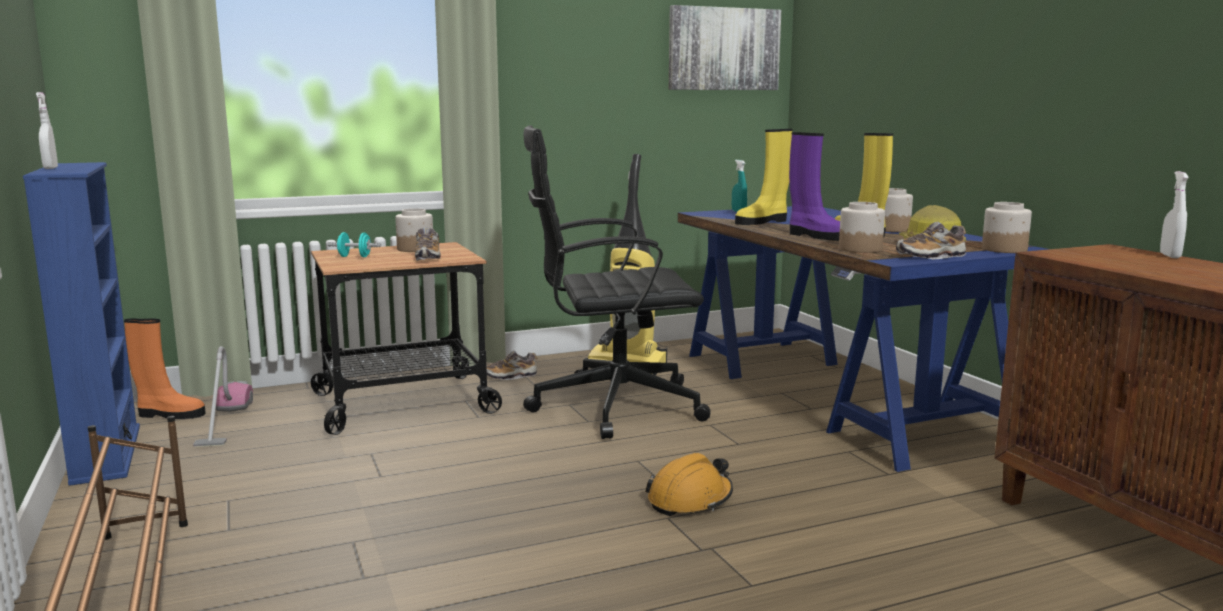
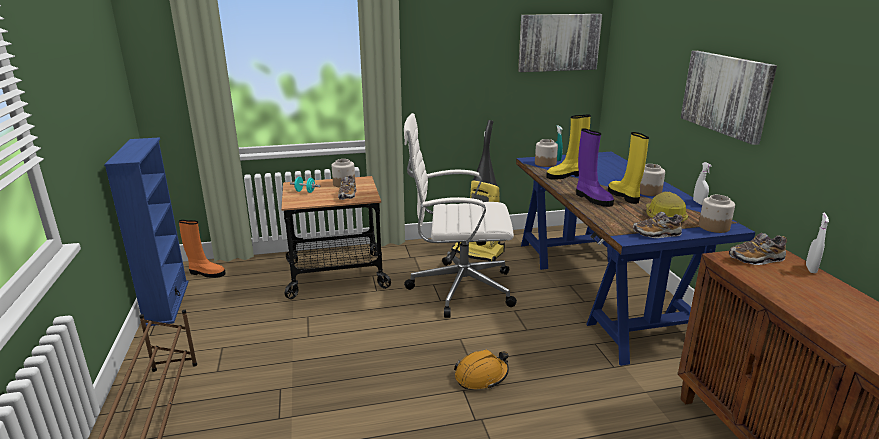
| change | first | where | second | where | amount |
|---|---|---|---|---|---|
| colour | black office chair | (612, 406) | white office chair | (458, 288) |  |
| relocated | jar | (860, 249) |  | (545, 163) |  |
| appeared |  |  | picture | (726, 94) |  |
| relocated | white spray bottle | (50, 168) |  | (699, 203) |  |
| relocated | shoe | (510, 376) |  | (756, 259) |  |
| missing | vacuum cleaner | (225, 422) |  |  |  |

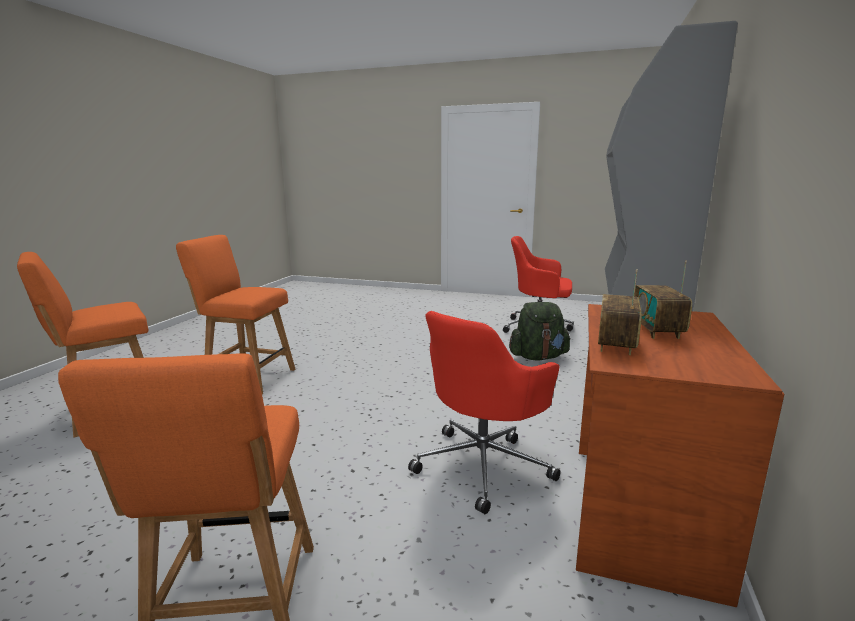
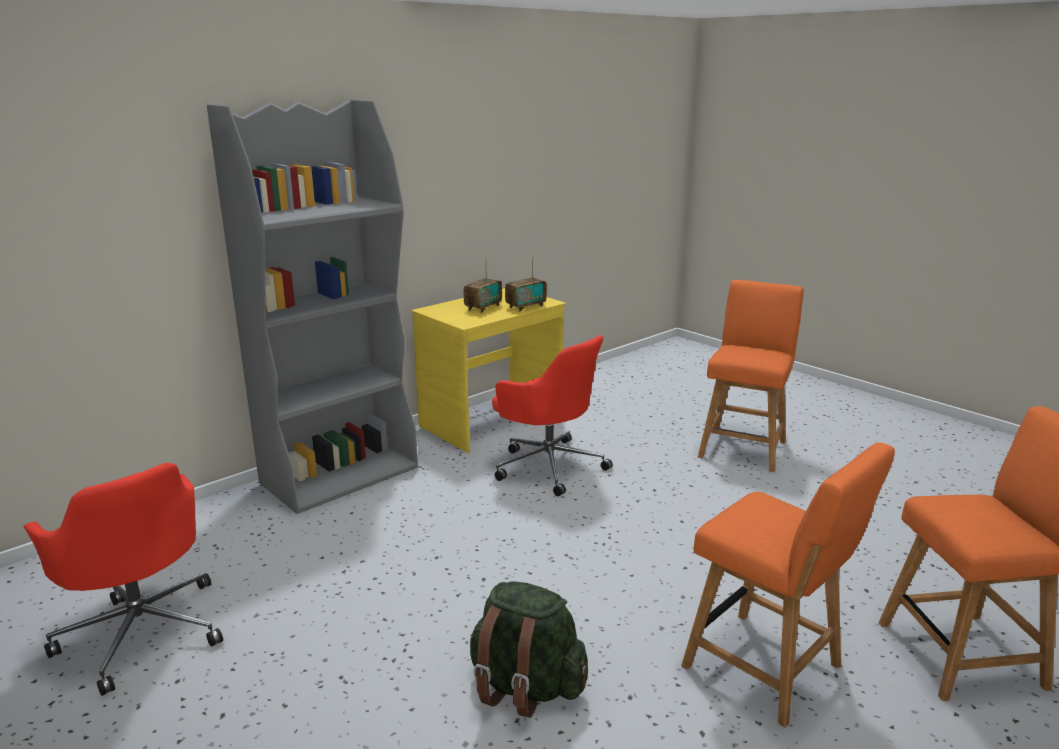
| change | first | where | second | where | amount |
|---|---|---|---|---|---|
| colour | brown desk | (637, 512) | yellow desk | (492, 422) |  |
| relocated | green backpack | (538, 357) |  | (525, 687) |  |
| spun | red office chair | (484, 464) |  | (548, 465) | 60 degrees clockwise |

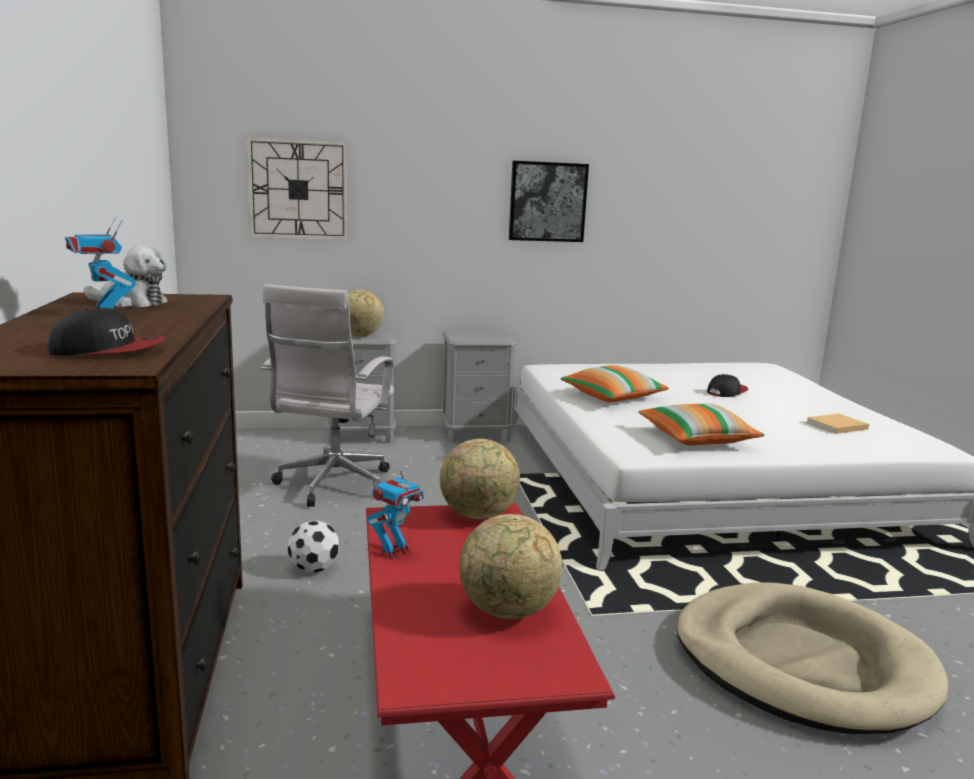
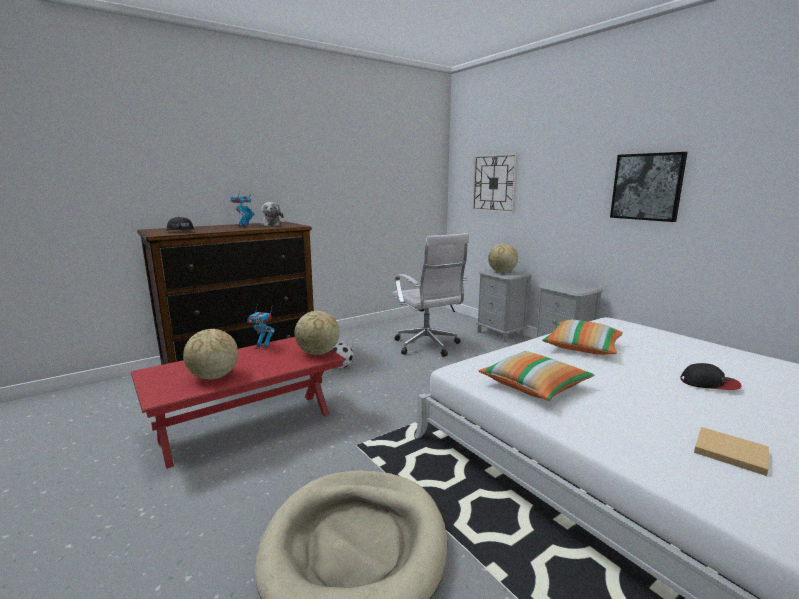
| change | first | where | second | where | amount |
|---|---|---|---|---|---|
| spun | white office chair | (332, 486) |  | (428, 346) | 105 degrees counterclockwise |

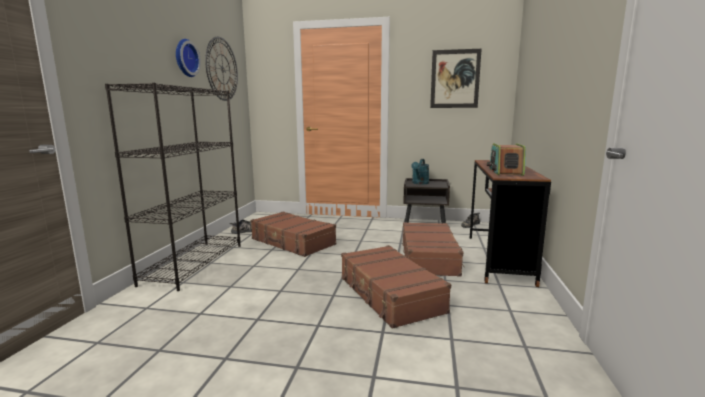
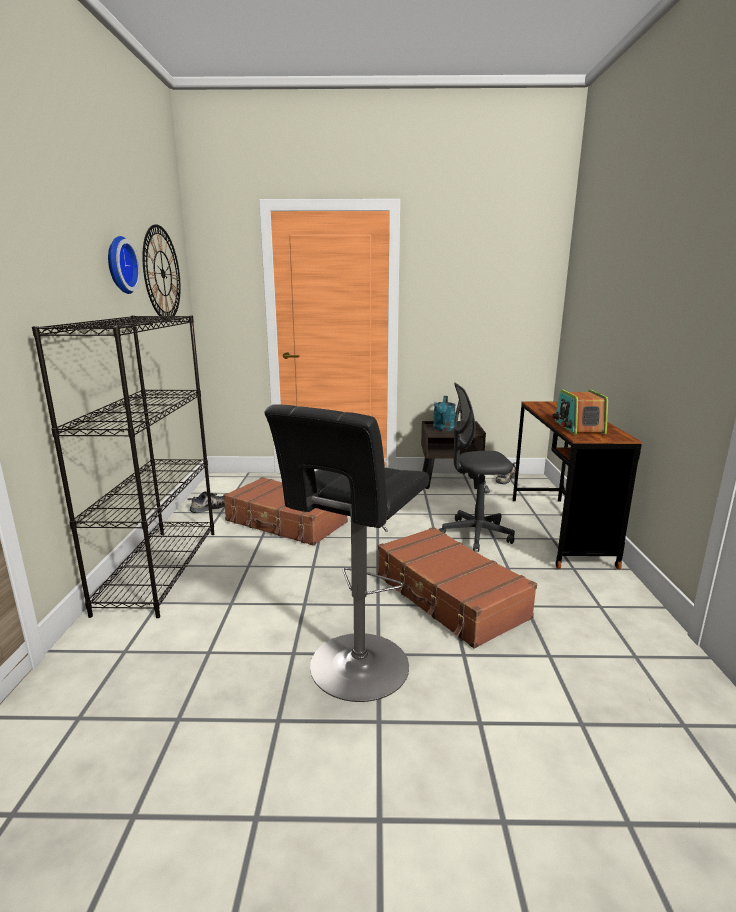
| change | first | where | second | where | amount |
|---|---|---|---|---|---|
| appeared |  |  | black stool | (356, 670) |  |
| exchanged | brown suitcase | (429, 257) | grey office chair | (475, 534) |  |
| missing | picture | (455, 79) |  |  |  |

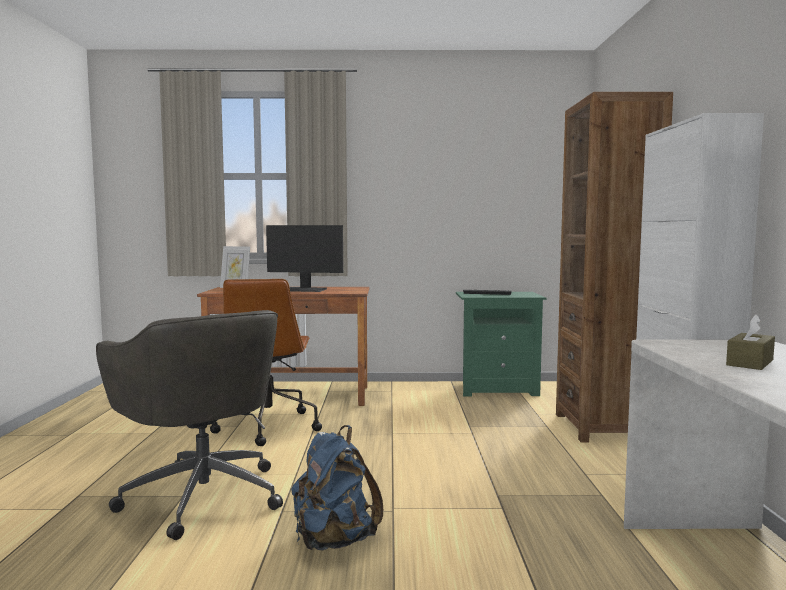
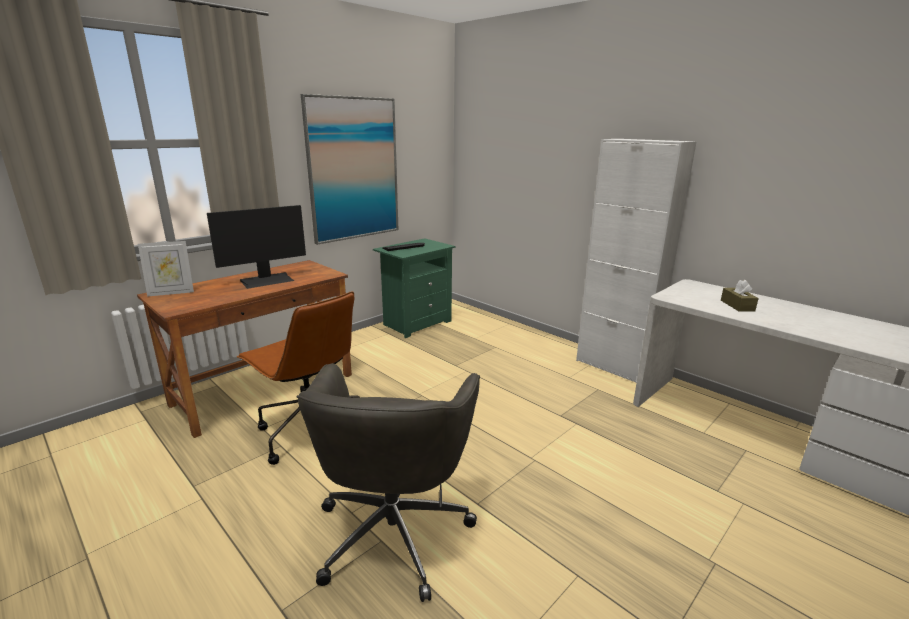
| change | first | where | second | where | amount |
|---|---|---|---|---|---|
| spun | grey office chair | (202, 495) |  | (394, 529) | 90 degrees clockwise |
| appeared |  |  | picture | (353, 169) |  |
| missing | blue backpack | (333, 540) |  |  |  |
| missing | brown bookcase | (602, 427) |  |  |  |

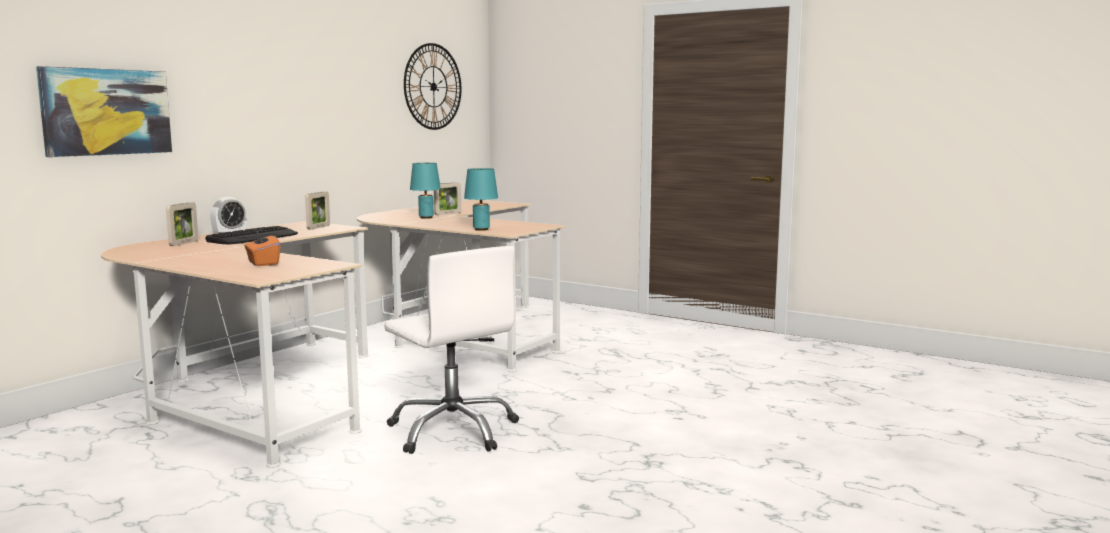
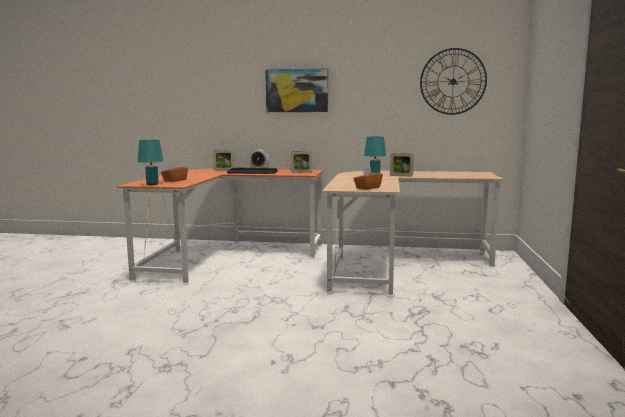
| change | first | where | second | where | amount |
|---|---|---|---|---|---|
| colour | beige desk | (252, 395) | orange desk | (226, 255) |  |
| relocated | turquoise table lamp | (482, 229) |  | (152, 184) |  |
| relocated | picture | (106, 112) |  | (297, 90) |  |
| appeared |  |  | orange tissue box | (367, 188) |  |
| missing | white office chair | (453, 430) |  |  |  |

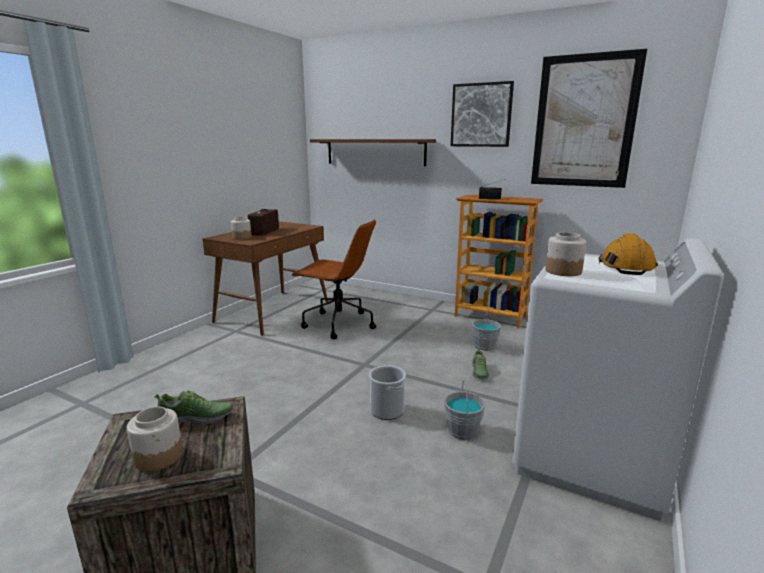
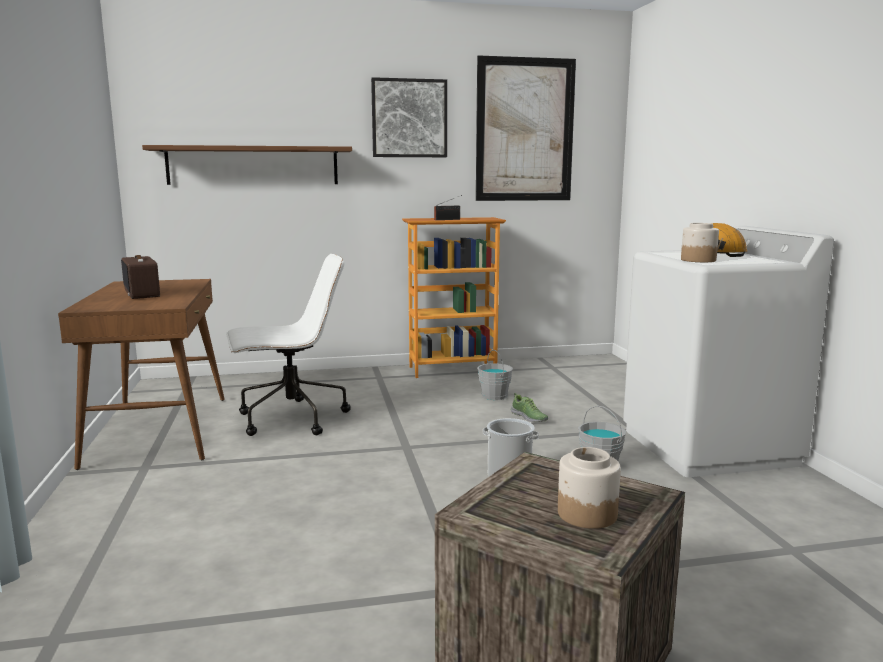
| change | first | where | second | where | amount |
|---|---|---|---|---|---|
| colour | brown office chair | (337, 324) | white office chair | (290, 419) |  |
| missing | shoe | (196, 418) |  |  |  |
| missing | jar | (242, 237) |  |  |  |

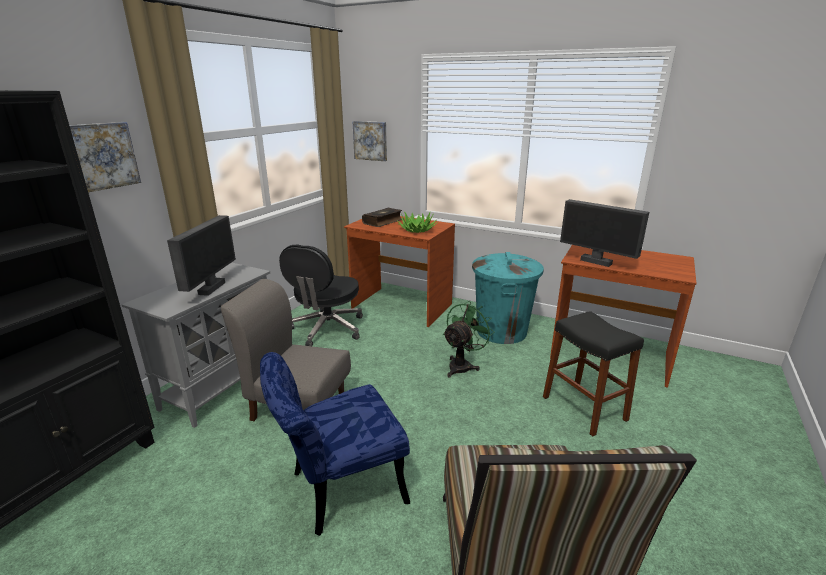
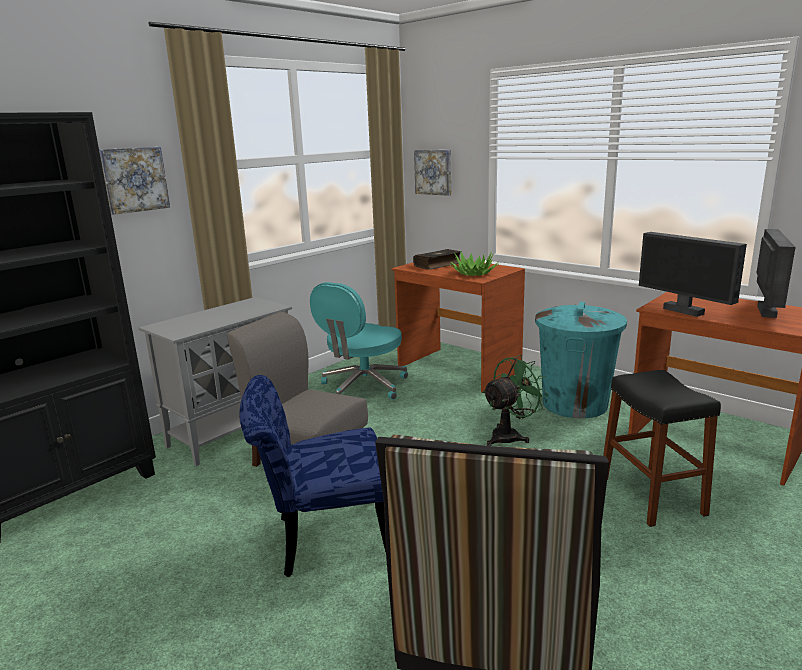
| change | first | where | second | where | amount |
|---|---|---|---|---|---|
| colour | black office chair | (327, 329) | turquoise office chair | (363, 386) |  |
| relocated | monitor | (210, 288) |  | (765, 311) |  |

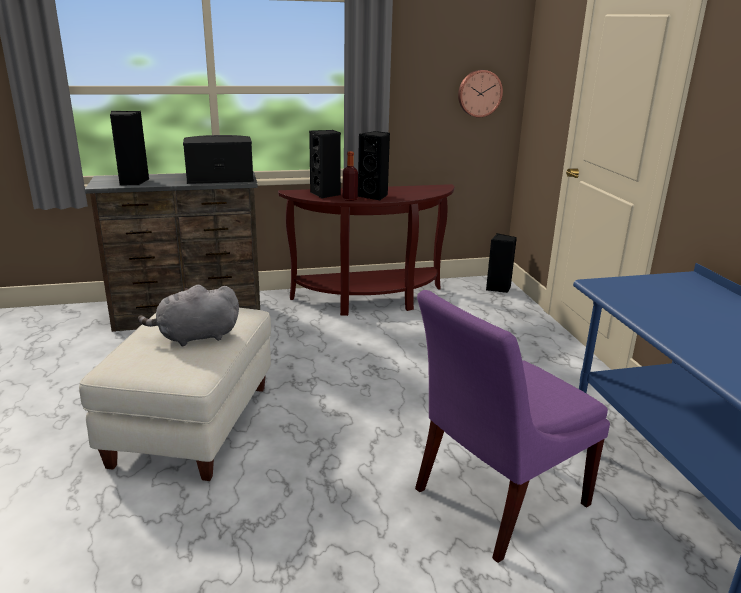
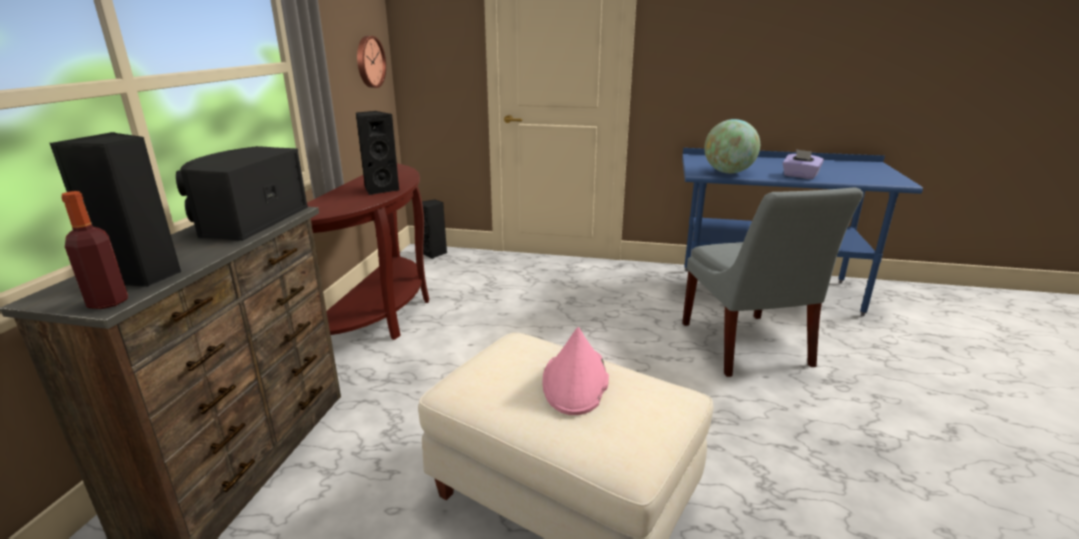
| change | first | where | second | where | amount |
|---|---|---|---|---|---|
| relocated | bottle | (350, 199) |  | (108, 302) |  |
| exchanged | grey plush toy | (195, 337) | pink hat | (575, 381) |  |
| colour | purple chair | (495, 499) | grey chair | (746, 347) |  |
| appeared |  |  | globe | (728, 172) |  |
| appeared |  |  | purple tissue box | (800, 176) |  |
| missing | black speaker | (326, 194) |  |  |  |

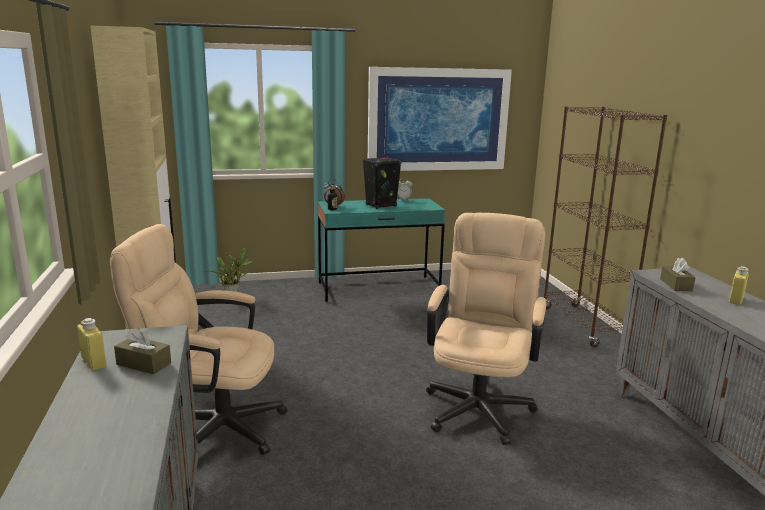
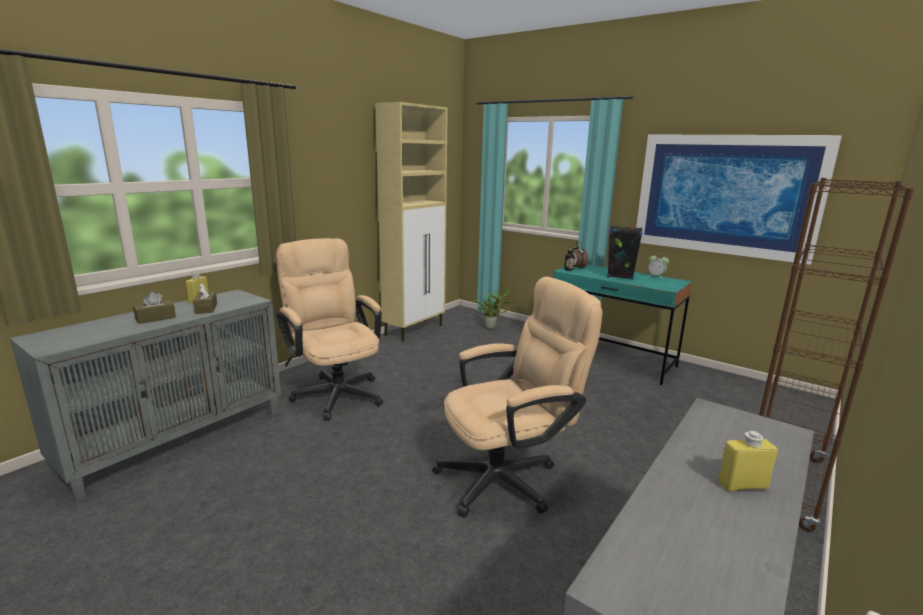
| change | first | where | second | where | amount |
|---|---|---|---|---|---|
| relocated | brown tissue box | (676, 285) |  | (155, 318) |  |

